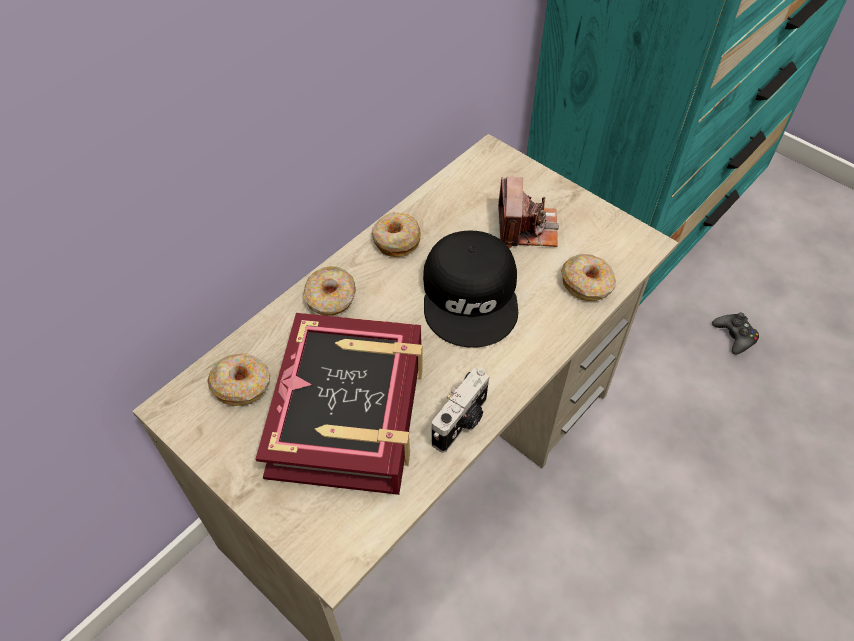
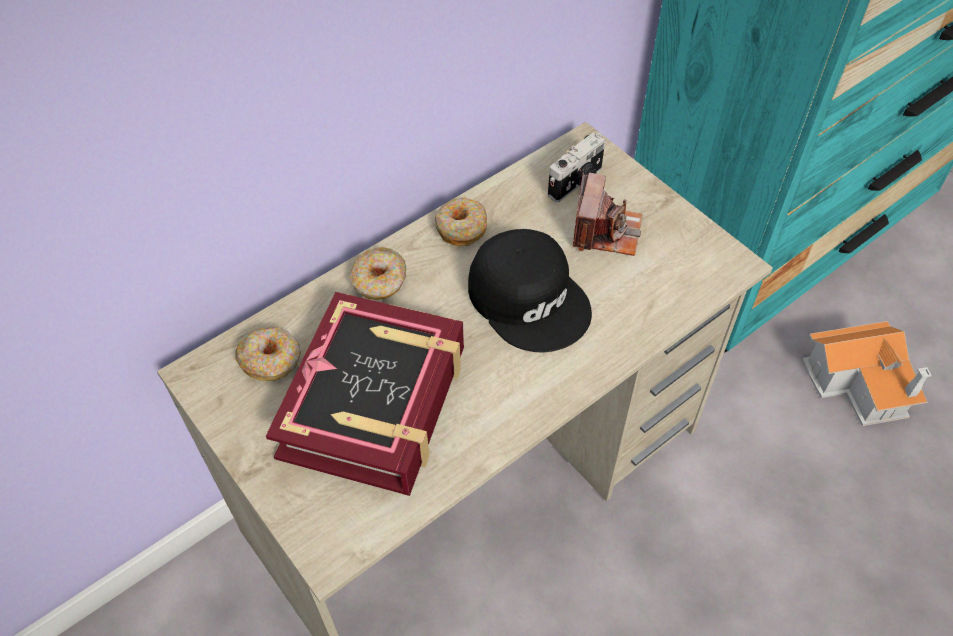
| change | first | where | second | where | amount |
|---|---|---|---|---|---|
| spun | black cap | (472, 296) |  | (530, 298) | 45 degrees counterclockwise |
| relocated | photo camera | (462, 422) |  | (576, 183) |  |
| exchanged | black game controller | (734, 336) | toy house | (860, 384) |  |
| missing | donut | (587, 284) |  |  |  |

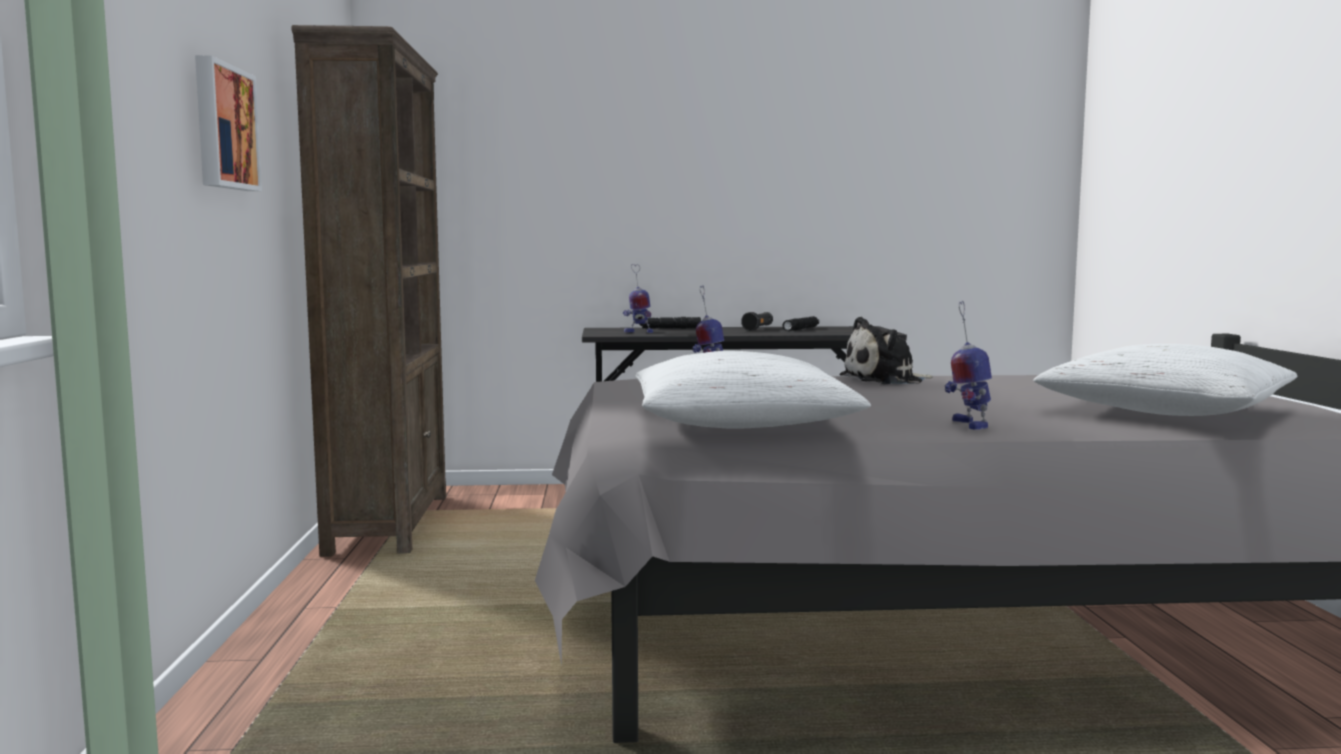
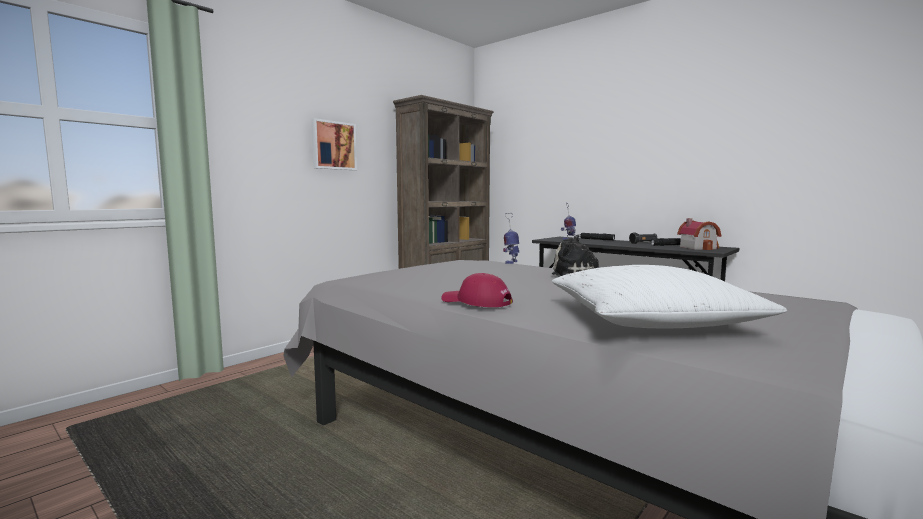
| change | first | where | second | where | amount |
|---|---|---|---|---|---|
| exchanged | toy robot | (968, 424) | red cap | (476, 302) |  |
| appeared |  |  | toy house | (699, 247) |  |
| missing | white pillow | (742, 424) |  |  |  |

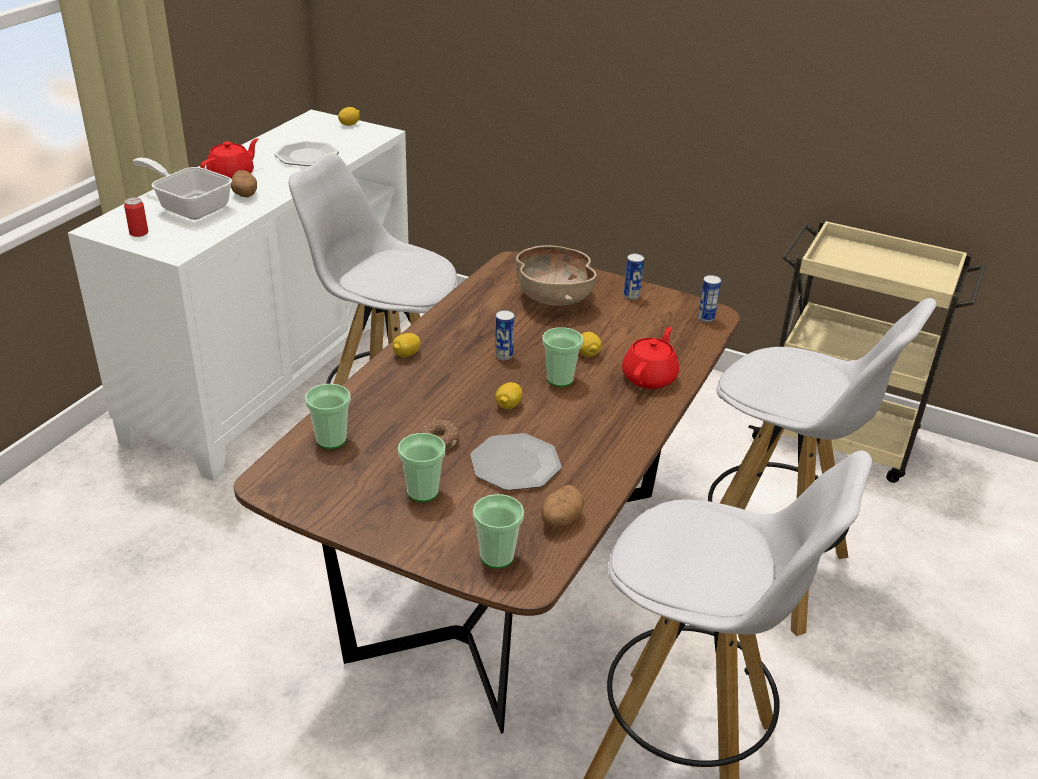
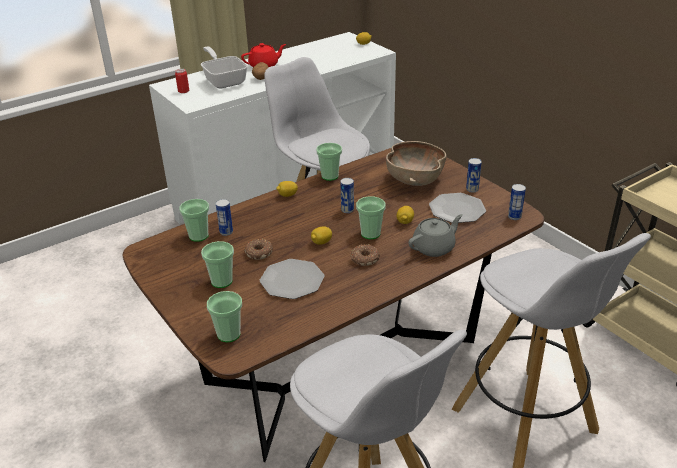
| change | first | where | second | where | amount |
|---|---|---|---|---|---|
| appeared |  |  | can | (226, 232) |  |
| appeared |  |  | cup | (330, 176) |  |
| appeared |  |  | donut | (364, 259) |  |
| colour | red teapot | (650, 377) | grey teapot | (434, 248) |  |
| relocated | plate | (306, 156) |  | (457, 209) |  |
| missing | potato | (560, 520) |  |  |  |

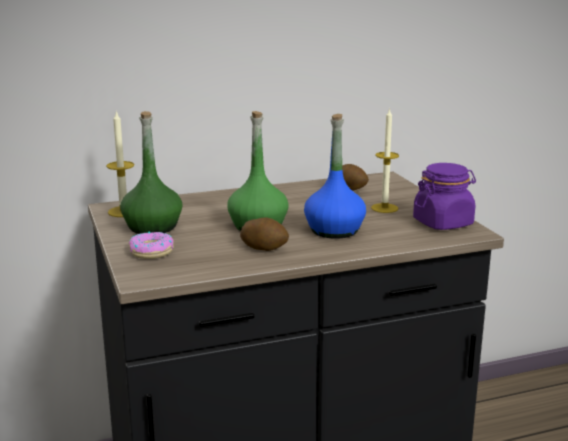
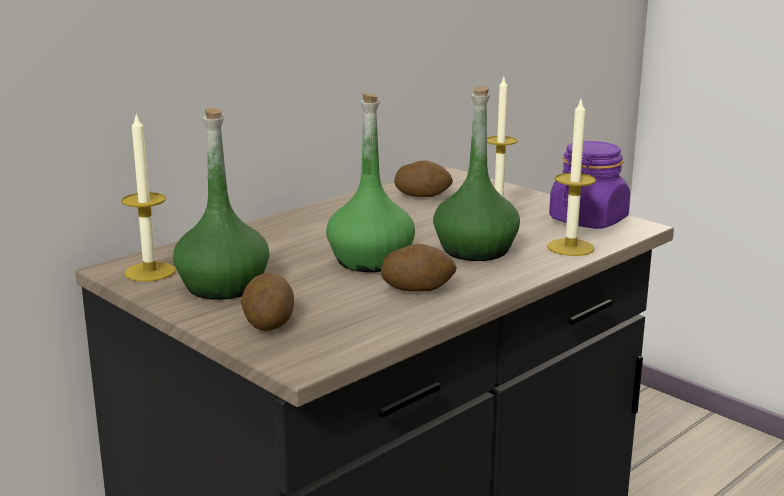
| change | first | where | second | where | amount |
|---|---|---|---|---|---|
| exchanged | donut | (151, 252) | potato | (268, 322) |  |
| colour | blue bottle | (334, 230) | green bottle | (475, 250) |  |
| appeared |  |  | candle | (570, 247) |  |

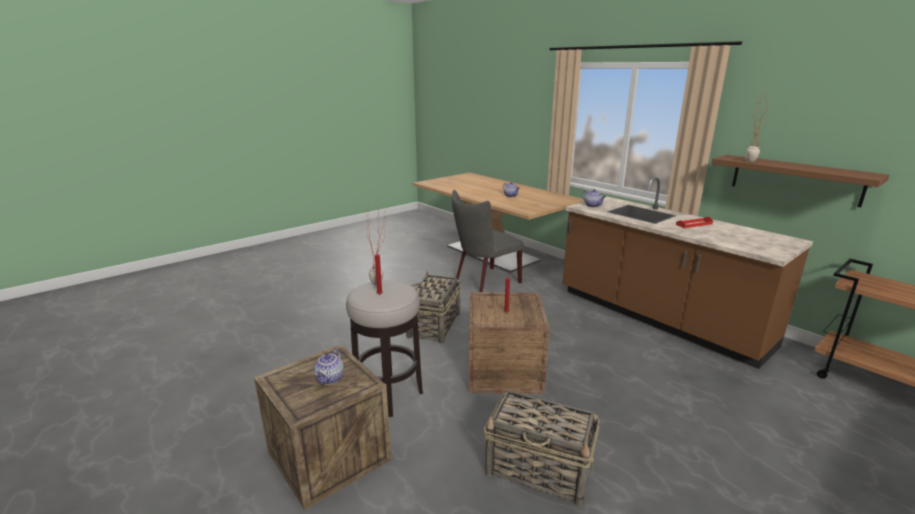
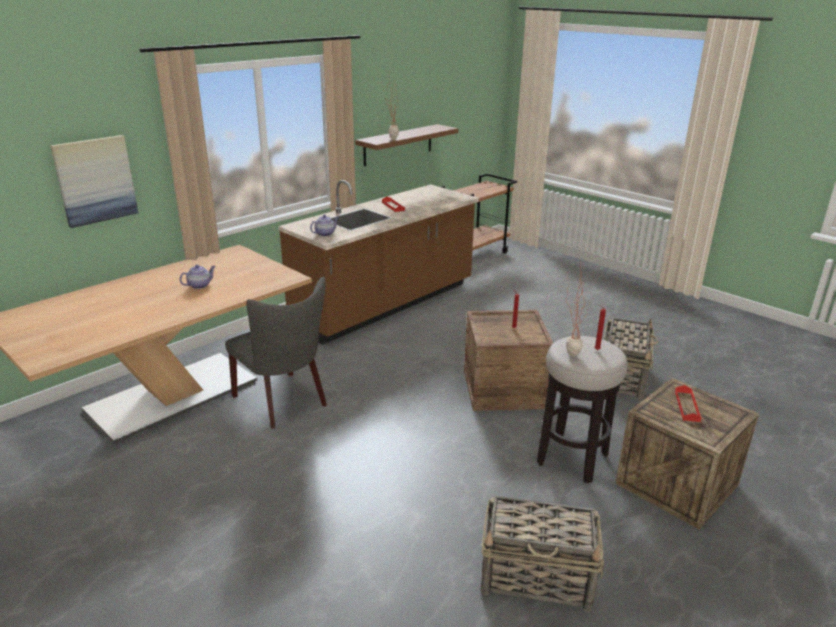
| change | first | where | second | where | amount |
|---|---|---|---|---|---|
| appeared |  |  | picture | (95, 180) |  |
| relocated | basket | (434, 326) |  | (537, 577) |  |
| exchanged | teapot | (330, 379) | red tray | (687, 406) |  |

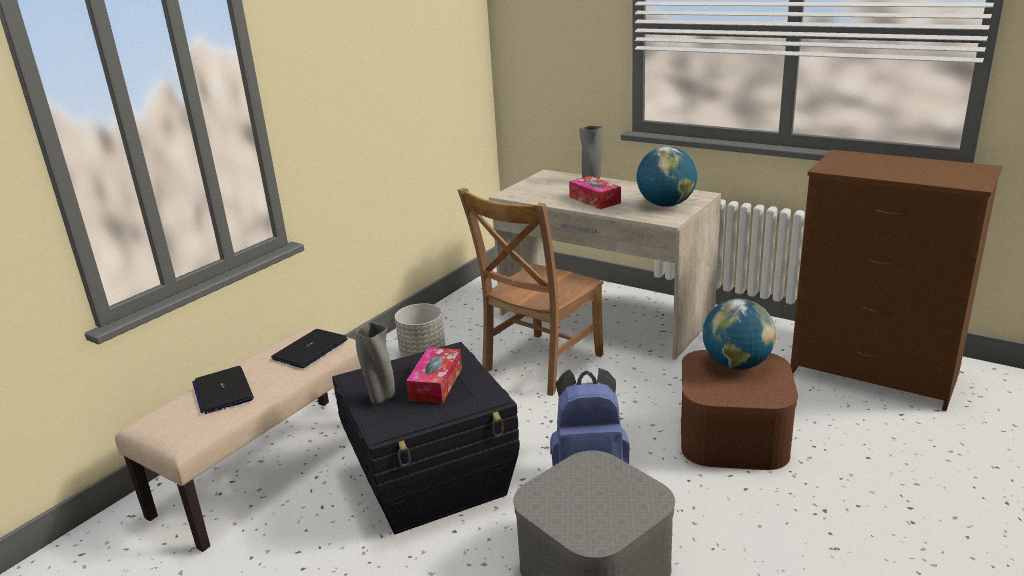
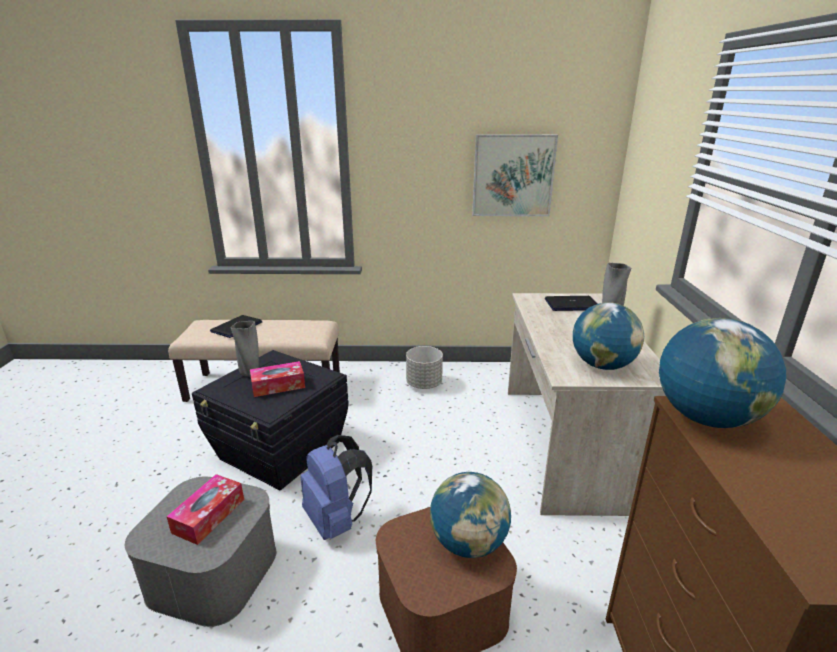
| change | first | where | second | where | amount |
|---|---|---|---|---|---|
| relocated | tissue box | (594, 200) |  | (209, 515) |  |
| appeared |  |  | picture | (513, 176) |  |
| relocated | laptop | (310, 349) |  | (571, 304) |  |
| appeared |  |  | globe | (706, 417) |  |
| missing | brown chair | (540, 365) |  |  |  |

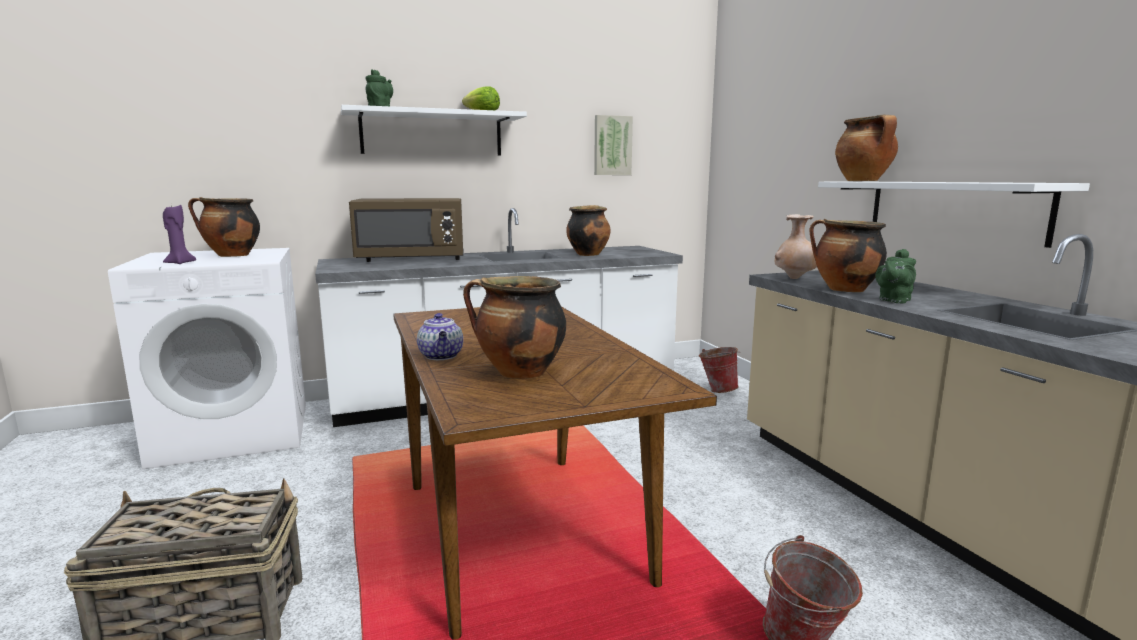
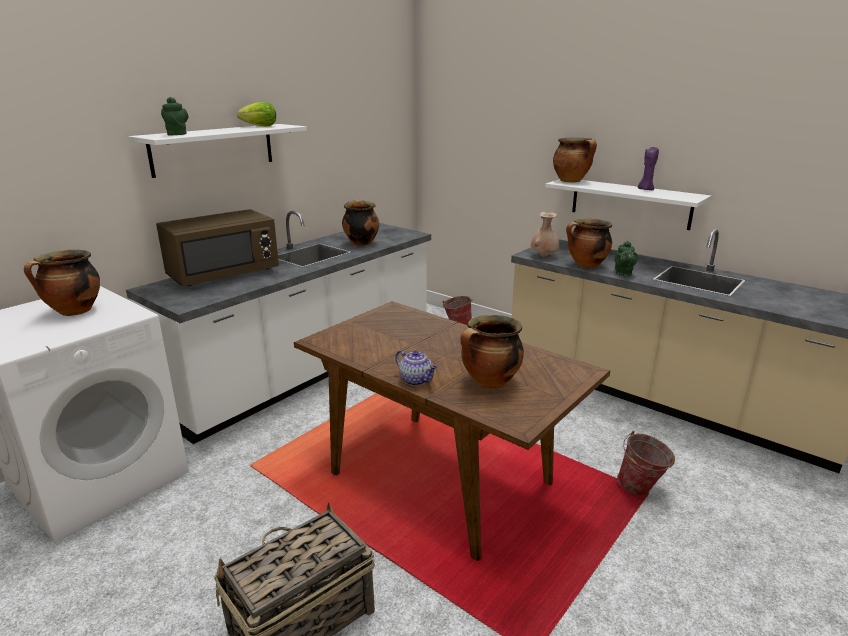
| change | first | where | second | where | amount |
|---|---|---|---|---|---|
| relocated | purple candle | (180, 263) |  | (645, 189) |  |
| missing | picture | (612, 145) |  |  |  |

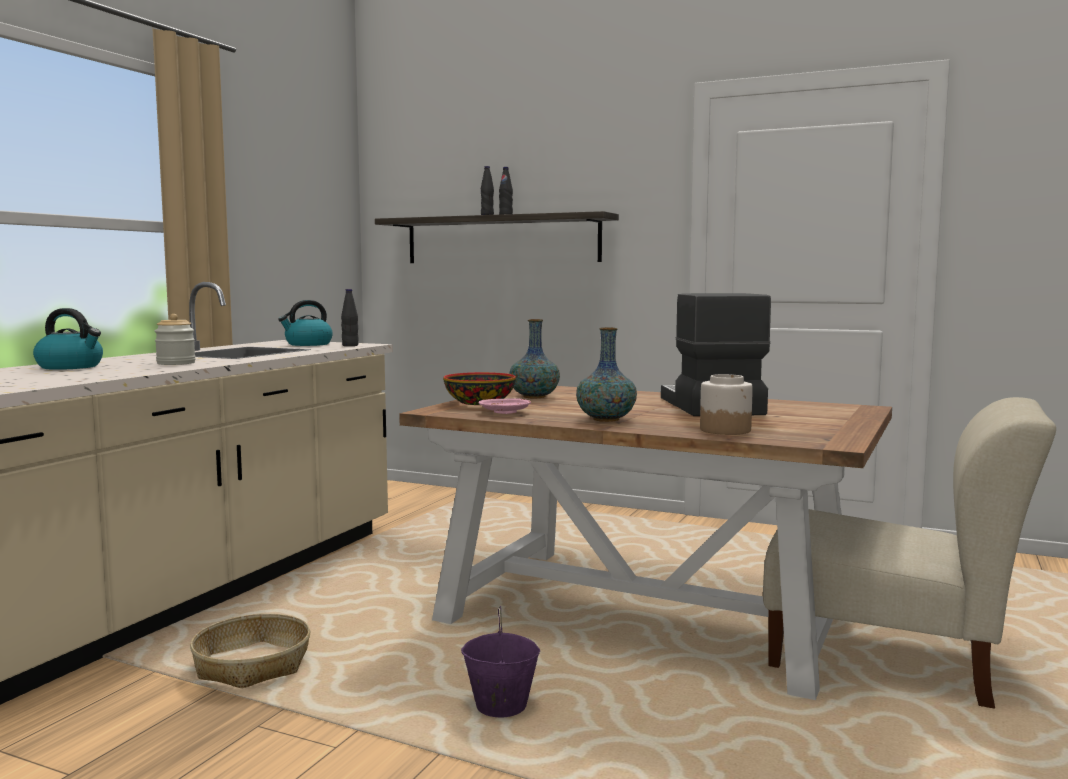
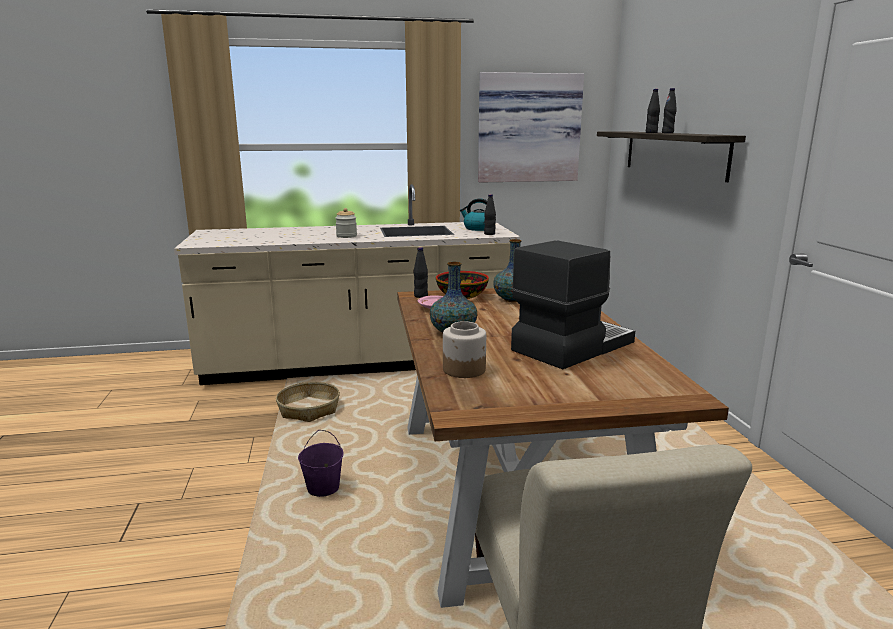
| change | first | where | second | where | amount |
|---|---|---|---|---|---|
| appeared |  |  | black bottle | (421, 296) |  |
| appeared |  |  | picture | (528, 128) |  |
| missing | kettle | (71, 367) |  |  |  |

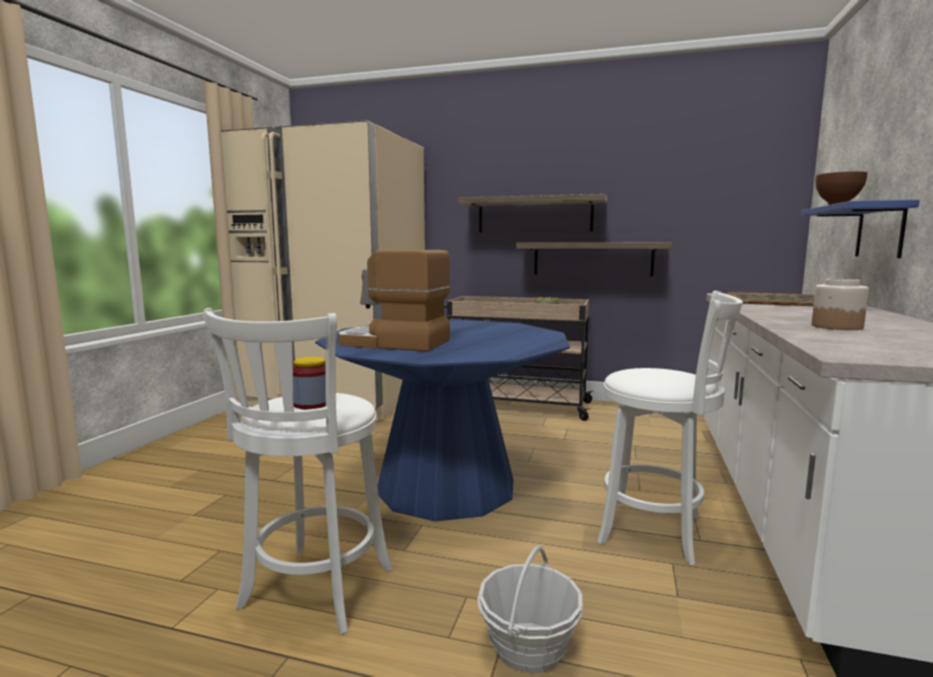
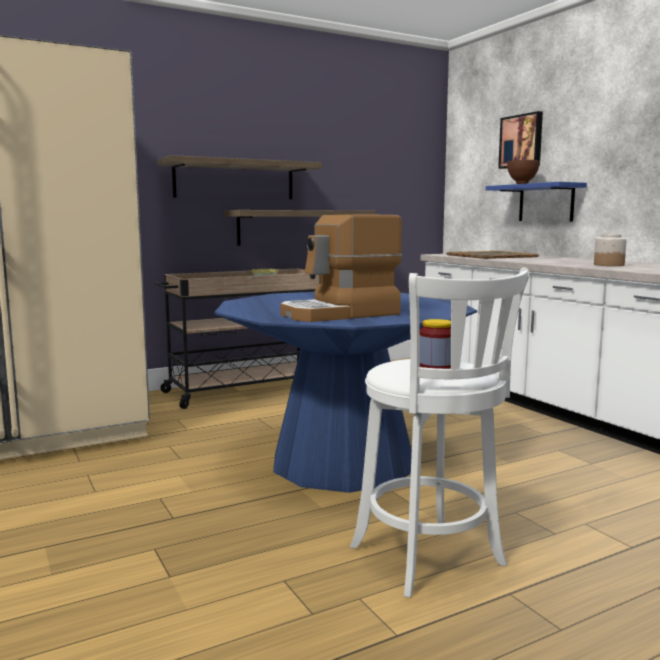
| change | first | where | second | where | amount |
|---|---|---|---|---|---|
| appeared |  |  | picture | (522, 141) |  |
| missing | basket | (528, 647) |  |  |  |
| missing | white stool | (657, 531) |  |  |  |

